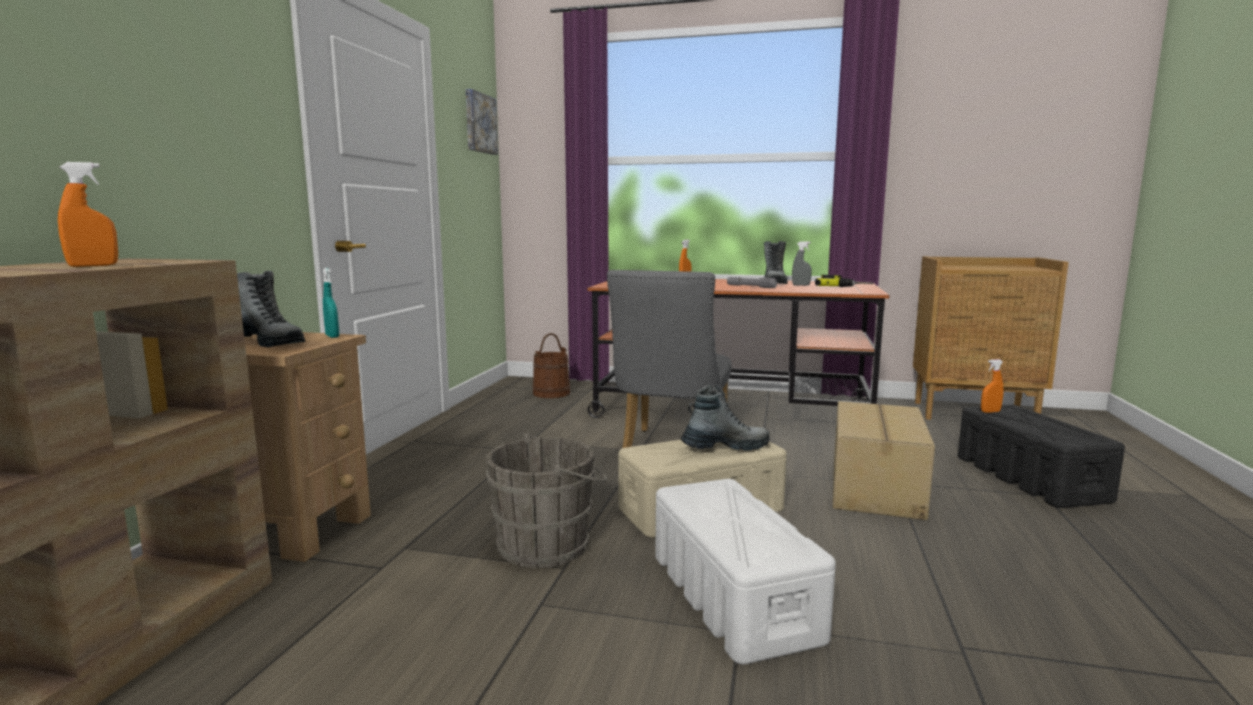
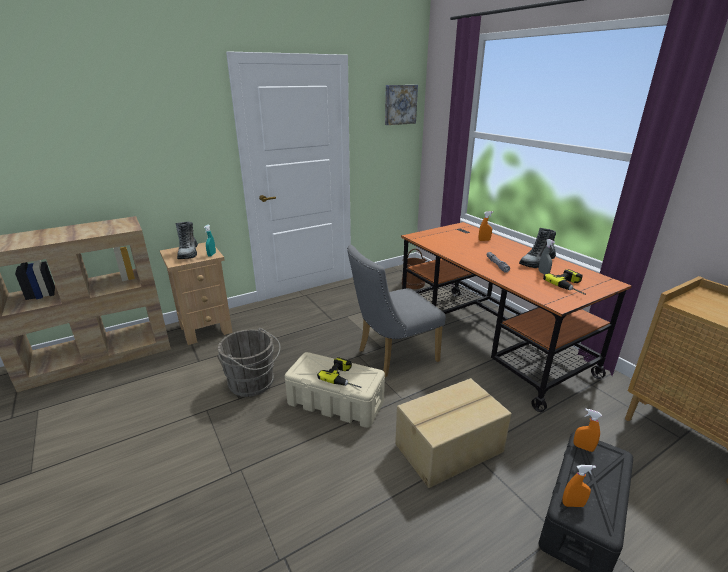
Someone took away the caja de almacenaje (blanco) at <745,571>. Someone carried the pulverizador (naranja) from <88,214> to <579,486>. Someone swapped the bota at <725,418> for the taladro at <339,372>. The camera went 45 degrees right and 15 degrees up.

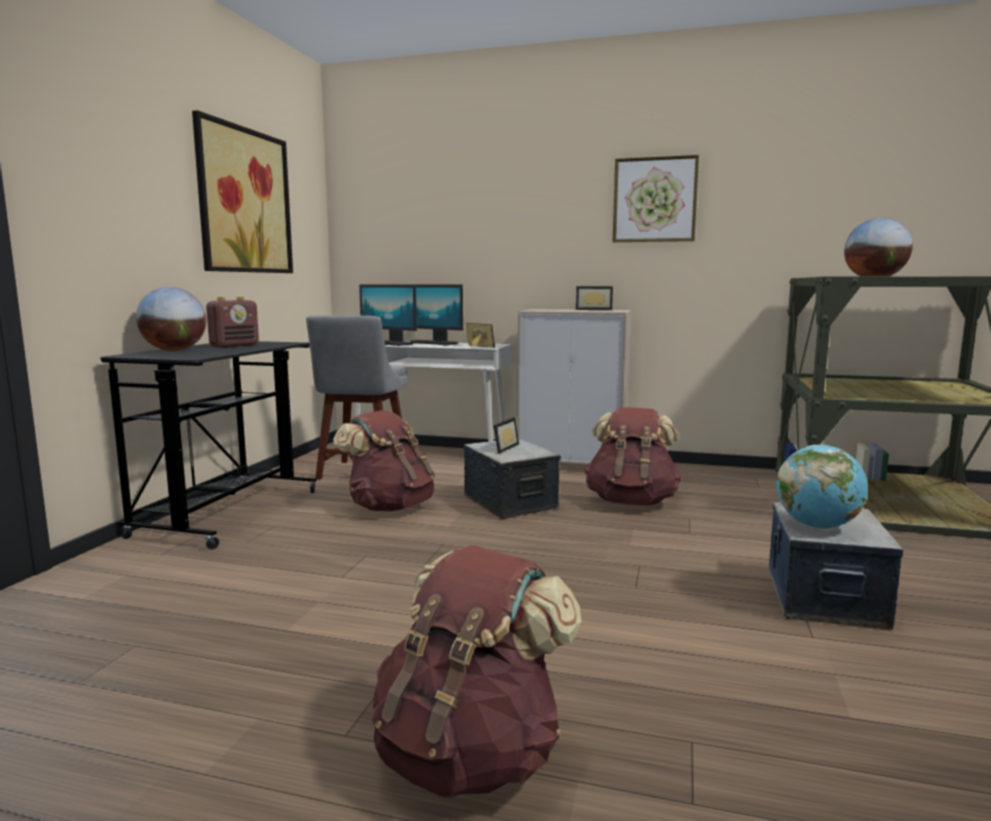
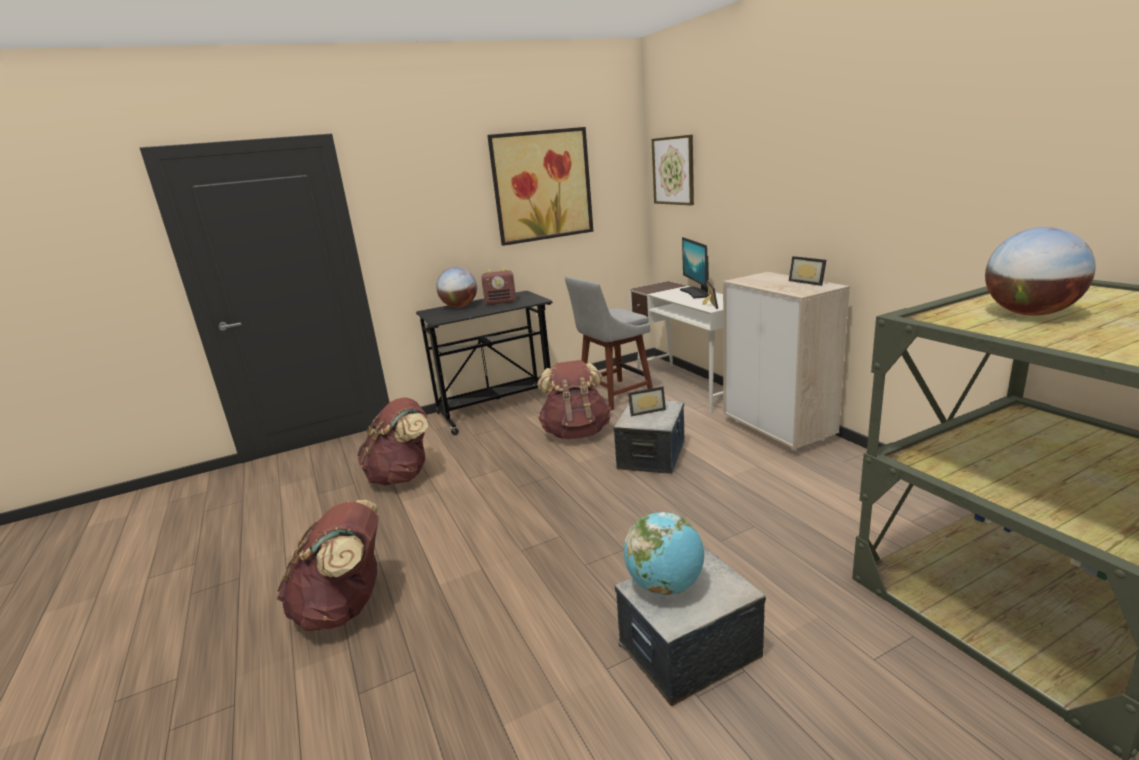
Someone took away the monitor at <388,315>. Someone carried the mochila (marrón) from <633,456> to <392,441>. Someone carried the cuadro from <656,198> to <673,170>. The camera went 50 degrees right and 10 degrees up.

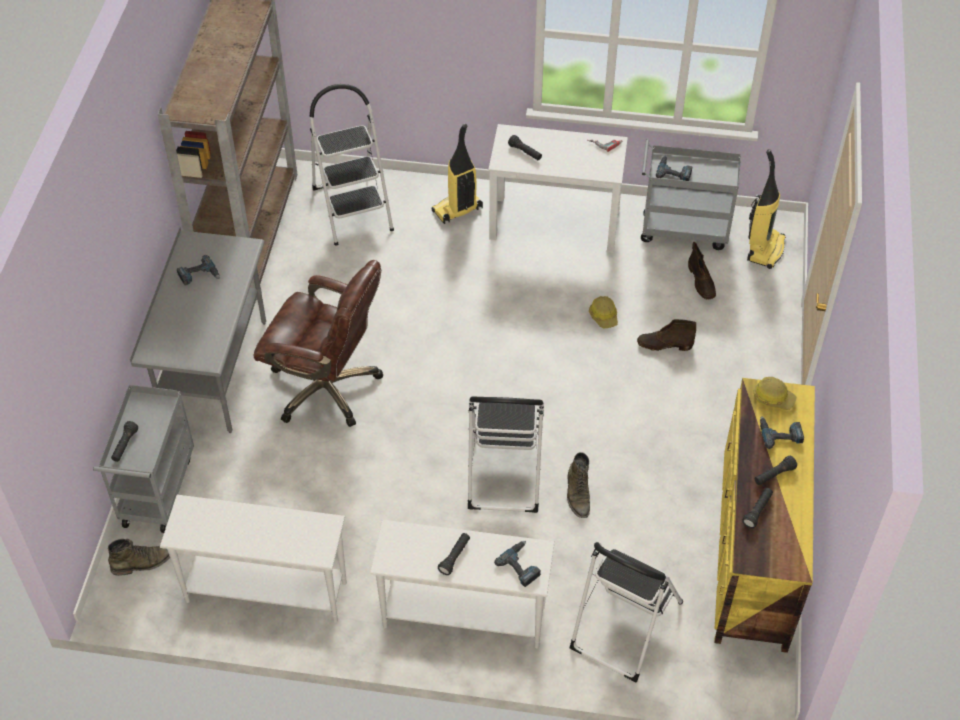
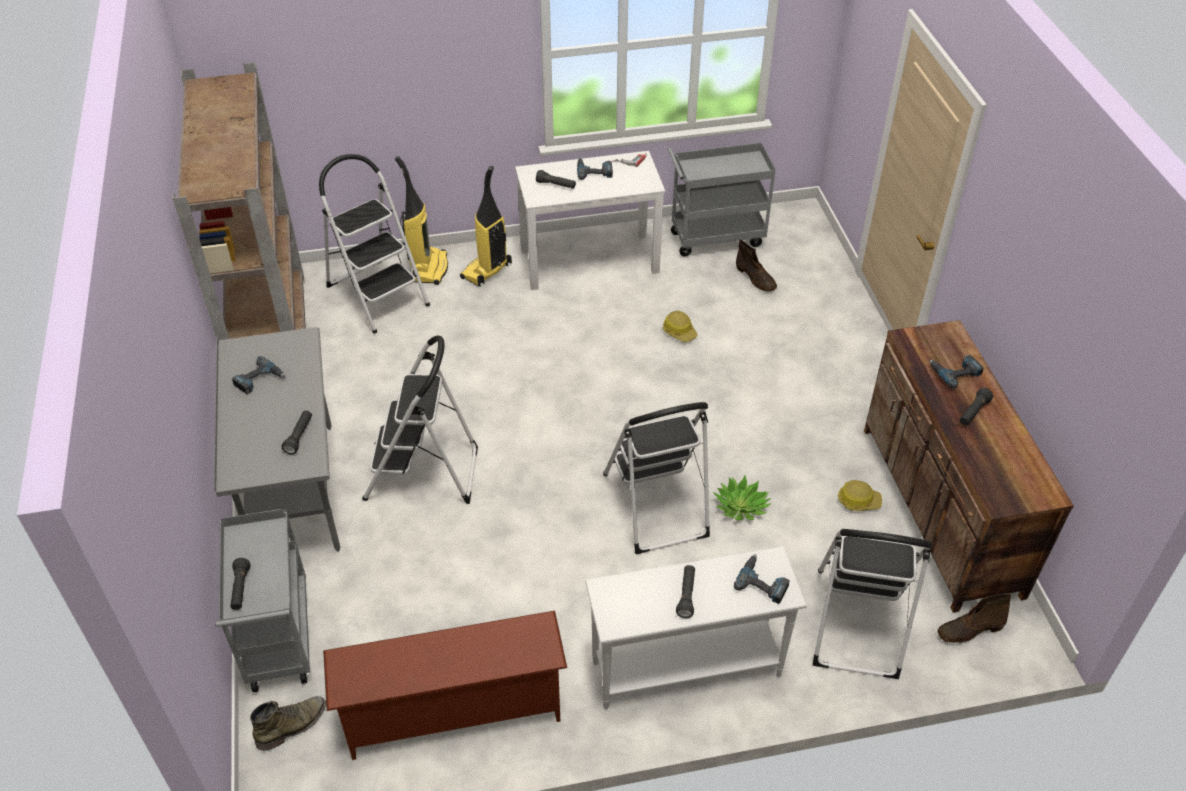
Someone carried the bota (marrón) from <666,335> to <974,618>. Someone carried the taladro from <674,168> to <595,169>. Someone carried the linterna (negro) from <758,508> to <297,432>. Someone carried the aspiradora from <766,209> to <421,220>. Someone carried the casco from <775,393> to <860,495>. Someone swapped the mesa consola (blanco) at <253,559> for the zapatero (marrón) at <445,685>. Someone swapped the silla de oficina (marrón) at <318,343> for the escalera de tijera at <420,420>. Someone swapped the bota (verde) at <578,485> for the planta en maceta at <742,498>. Someone repainted the armario (amarillo) at <764,515>, which became the armario (marrón) at <969,466>. The camera went 20 degrees left and 5 degrees down.

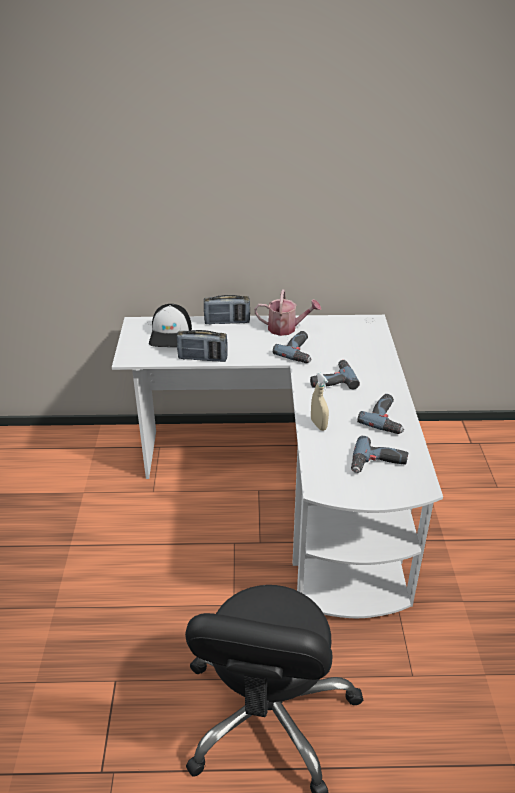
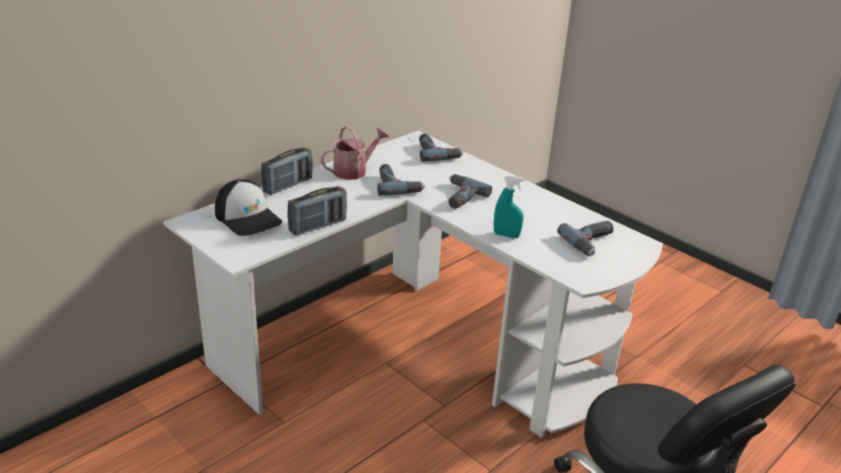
Someone carried the taladro from <380,414> to <441,148>. Someone repainted the pulverizador (beis) at <320,402>, which became the pulverizador (turquesa) at <509,206>. The camera went 45 degrees left and 5 degrees down.

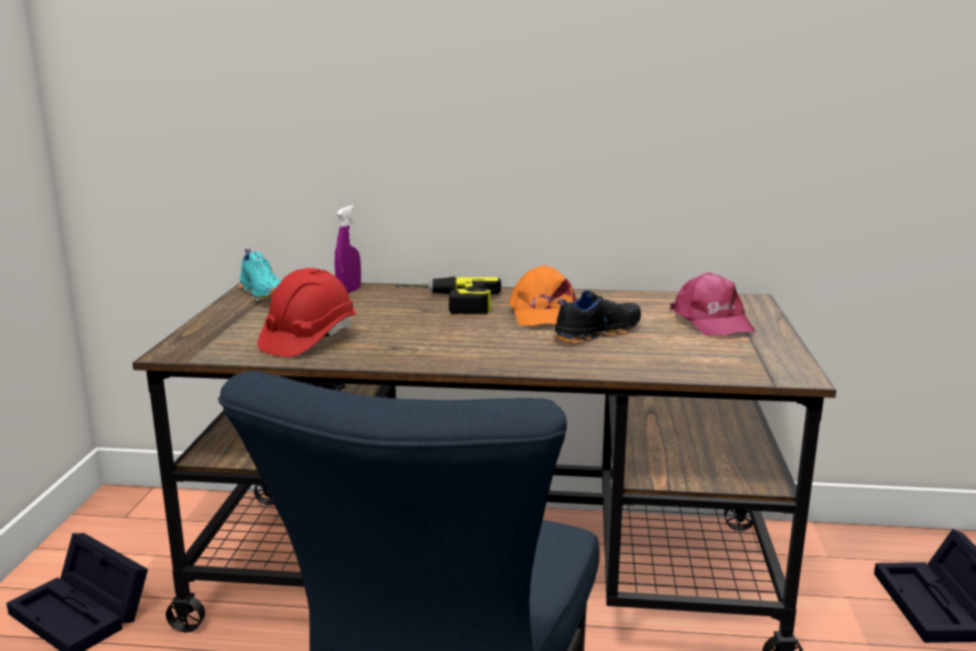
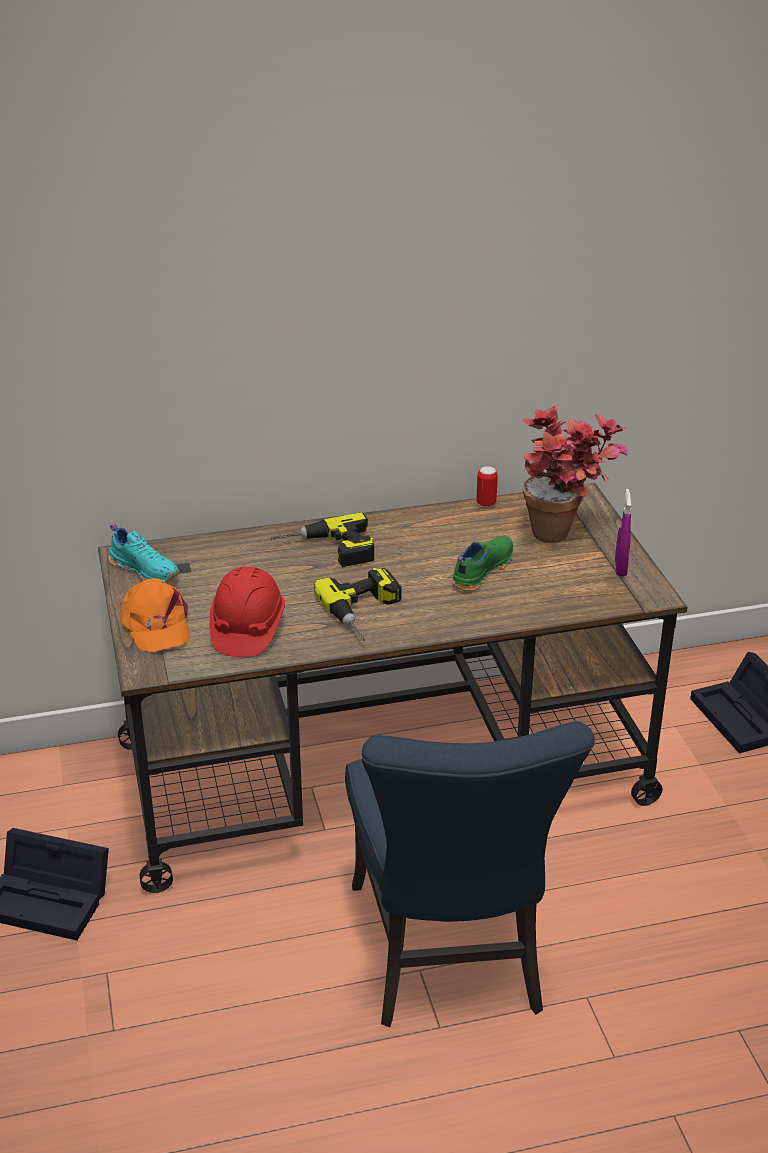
Someone put down the taladro at <358,604>. Someone put down the lata at <487,486>. Someone carried the pulverizador (morado) from <348,249> to <623,533>. Someone carried the gorra (naranja) from <543,295> to <155,615>. Someone swapped the gorra (rosa) at <713,304> for the planta en maceta at <575,473>. Someone repainted the zapato (negro) at <597,317>, which became the zapato (verde) at <482,563>. The camera went 20 degrees left and 15 degrees up.

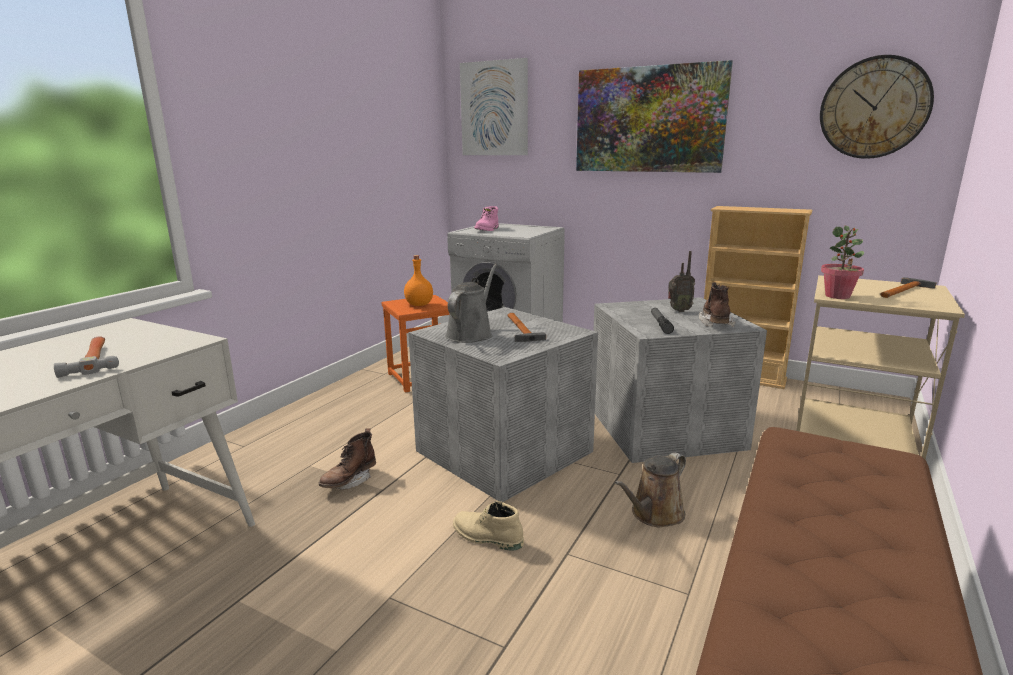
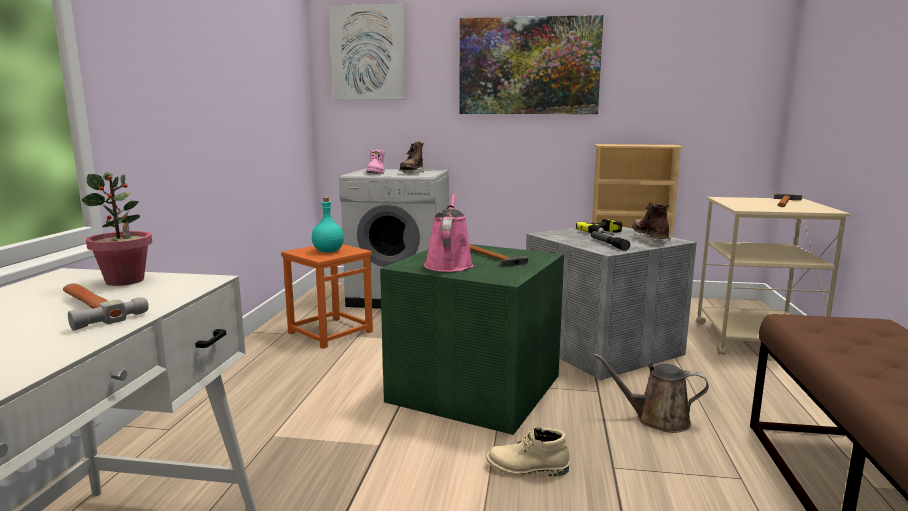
Someone took away the reloj de pared at <877,107>. Someone carried the bota (marrón) from <347,459> to <411,157>. Someone carried the planta en maceta from <842,262> to <117,229>. Someone swapped the radio at <681,281> for the taladro at <599,227>. Someone repainted the botella (naranja) at <418,280>, which became the botella (turquesa) at <328,224>. Someone repainted the caja de almacenaje (gris) at <503,404>, which became the caja de almacenaje (verde) at <472,339>. Someone repainted the regadera (gris) at <471,303>, which became the regadera (rosa) at <448,233>. Someone rotated the regadera (marrón) at <650,490> by 75 degrees clockwise. The camera went 20 degrees left and 5 degrees down.

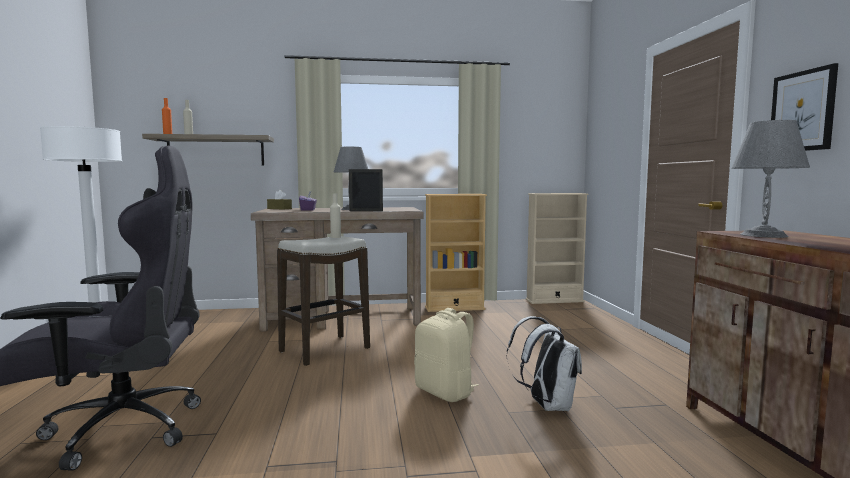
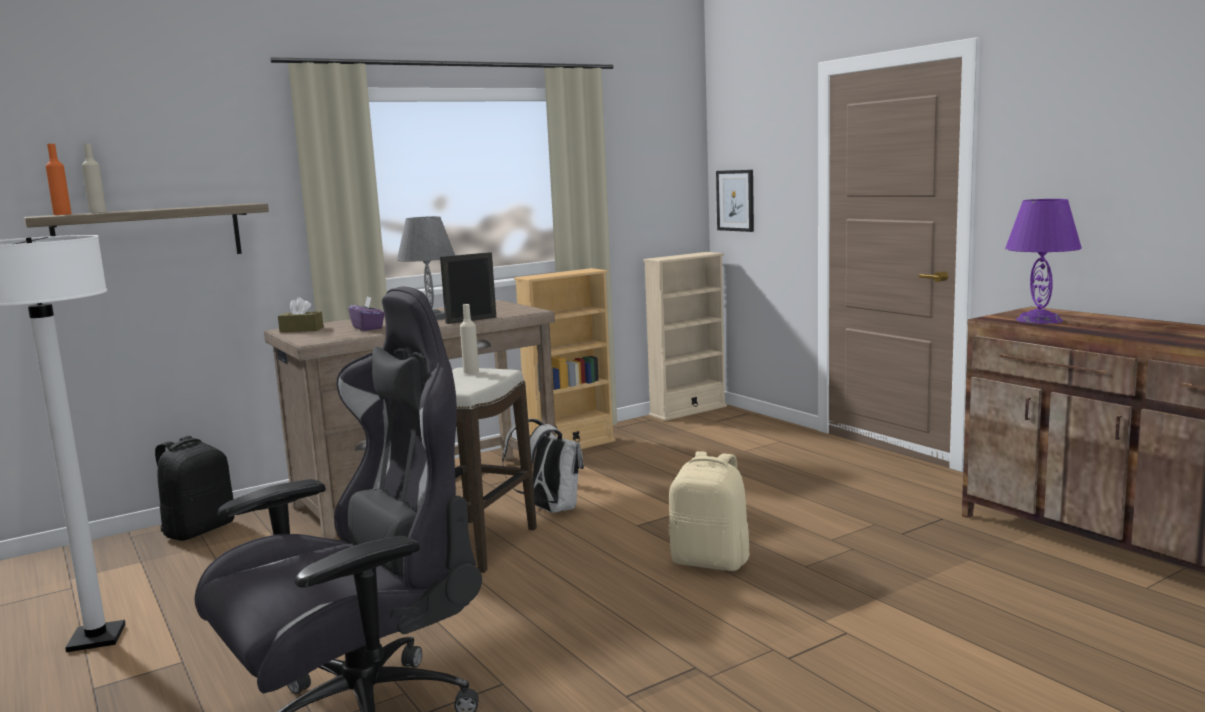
Someone put down the mochila (negro) at <195,488>. Someone carried the mochila (blanco) from <544,363> to <543,466>. Someone carried the cuadro from <804,107> to <735,201>. Someone repainted the lámpara de mesa (gris) at <770,179>, which became the lámpara de mesa (morado) at <1043,261>. The camera went 25 degrees left and 5 degrees up.

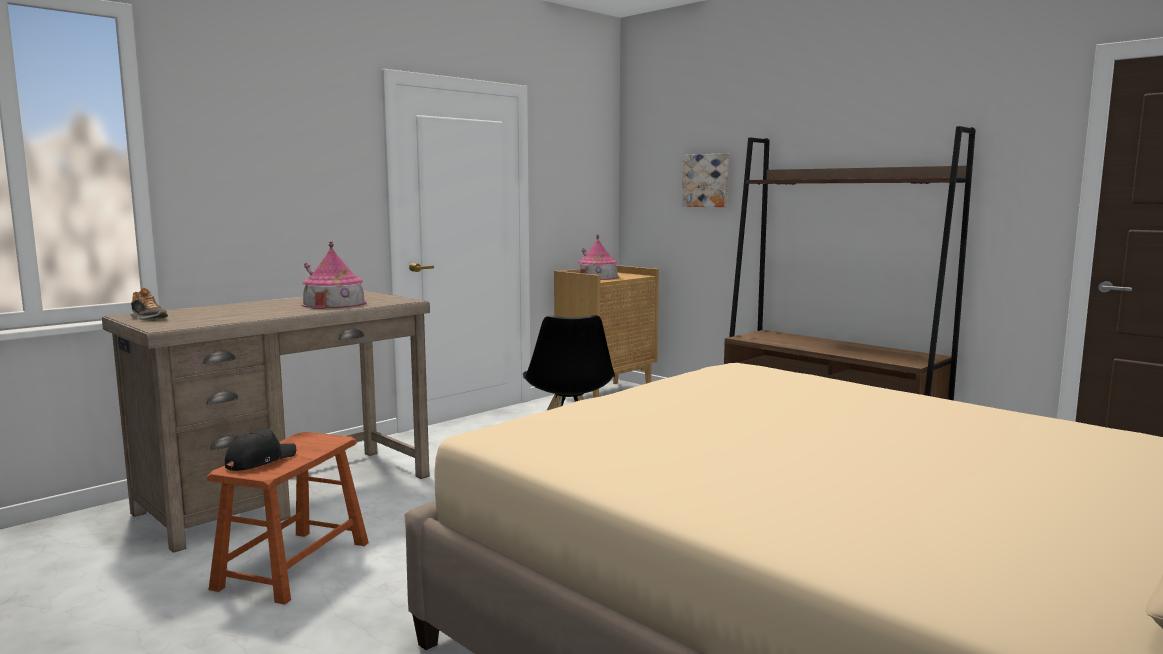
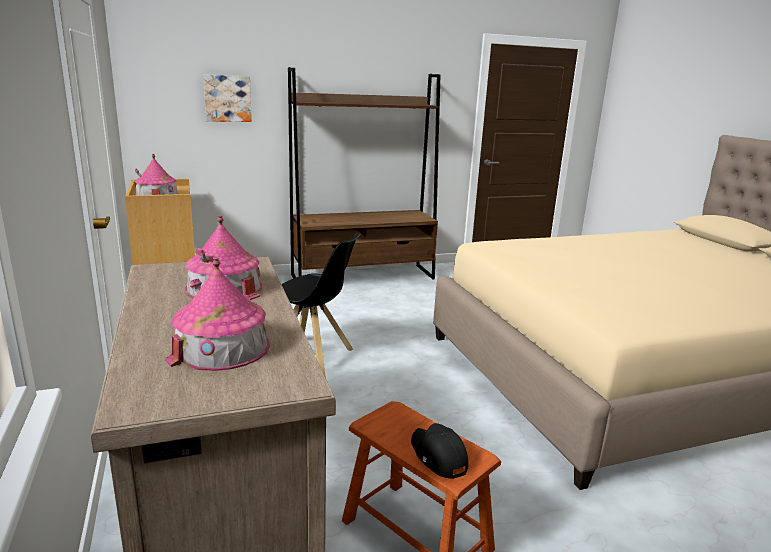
Someone took away the zapato at <149,304>. Someone put down the casita at <217,314>. The camera went 65 degrees left and 10 degrees up.

